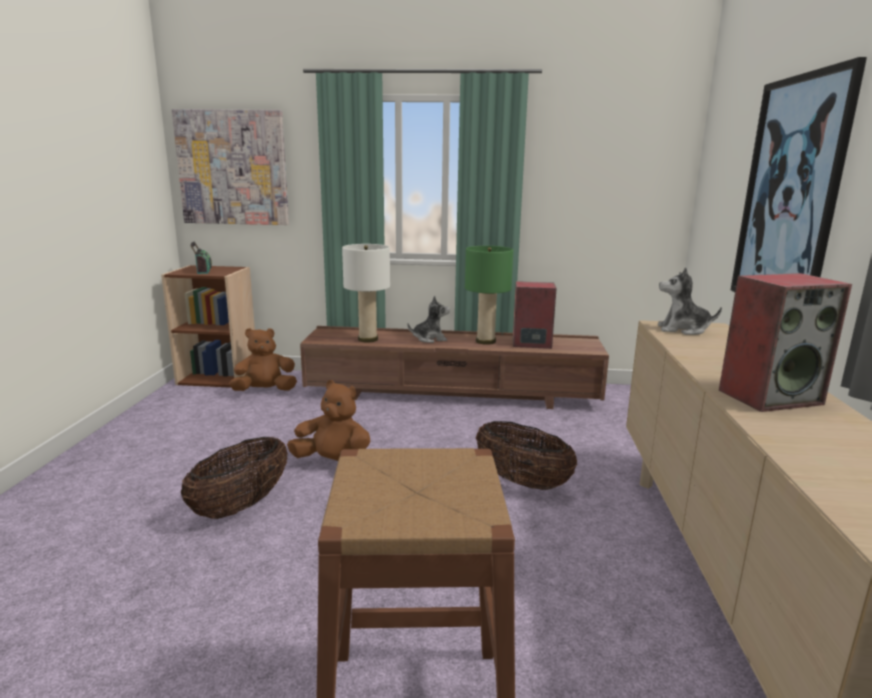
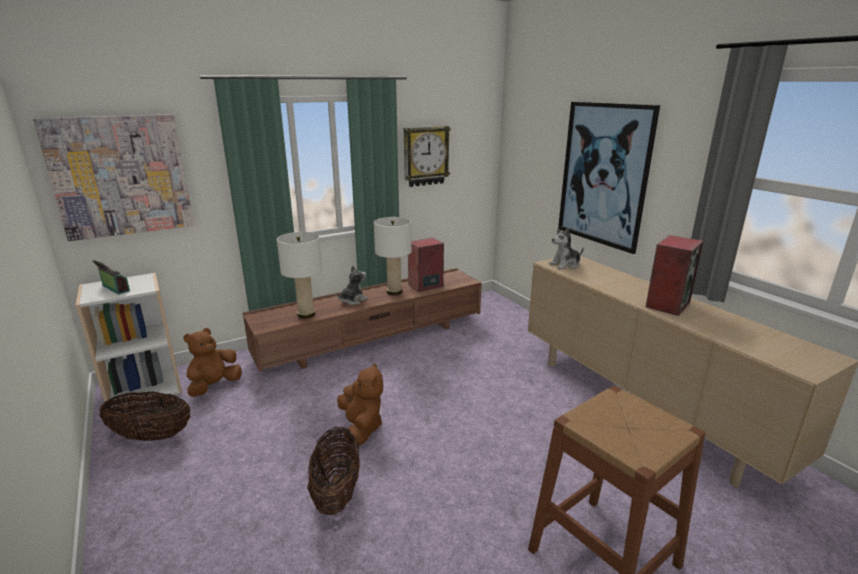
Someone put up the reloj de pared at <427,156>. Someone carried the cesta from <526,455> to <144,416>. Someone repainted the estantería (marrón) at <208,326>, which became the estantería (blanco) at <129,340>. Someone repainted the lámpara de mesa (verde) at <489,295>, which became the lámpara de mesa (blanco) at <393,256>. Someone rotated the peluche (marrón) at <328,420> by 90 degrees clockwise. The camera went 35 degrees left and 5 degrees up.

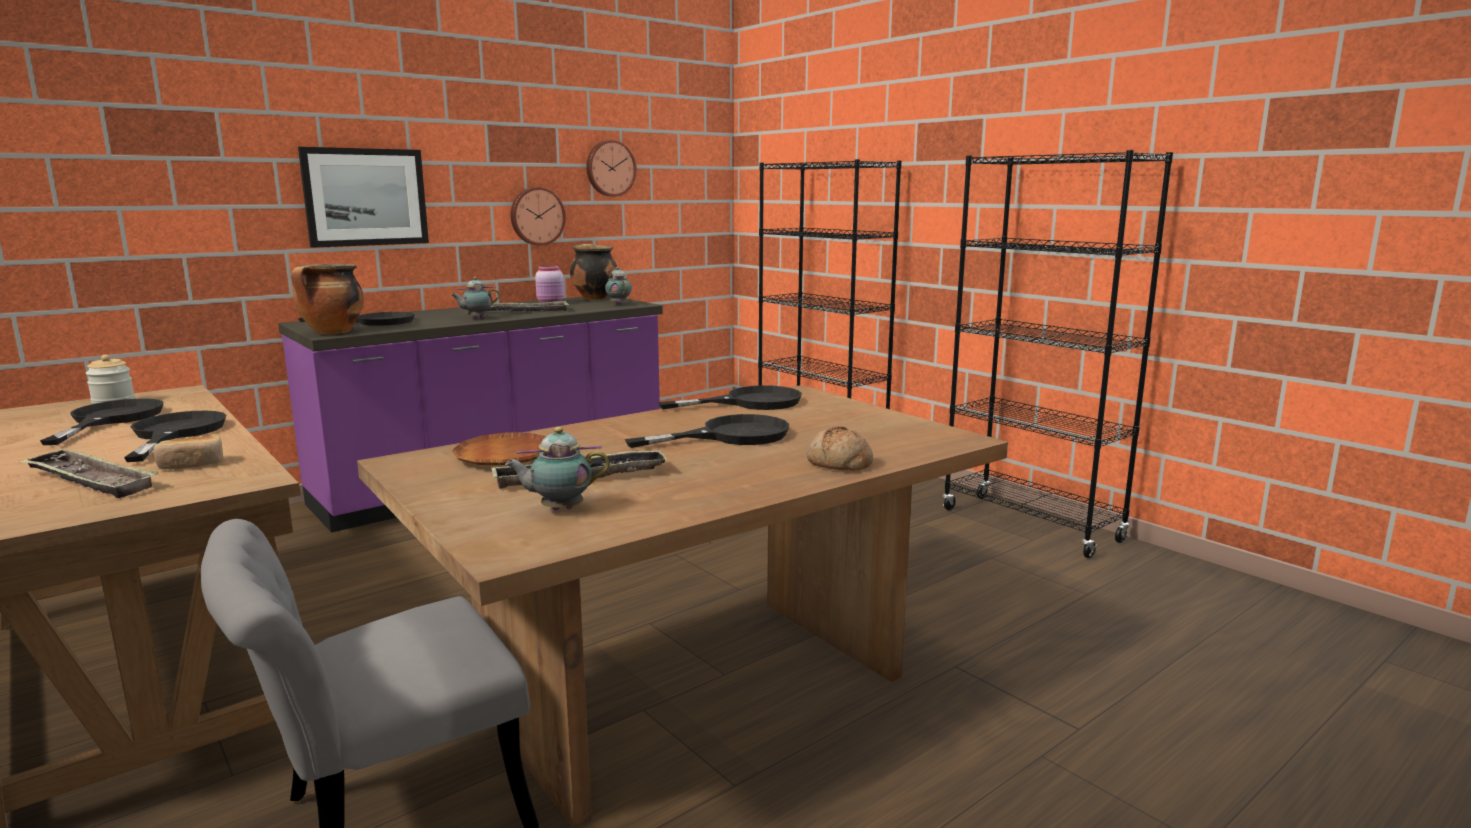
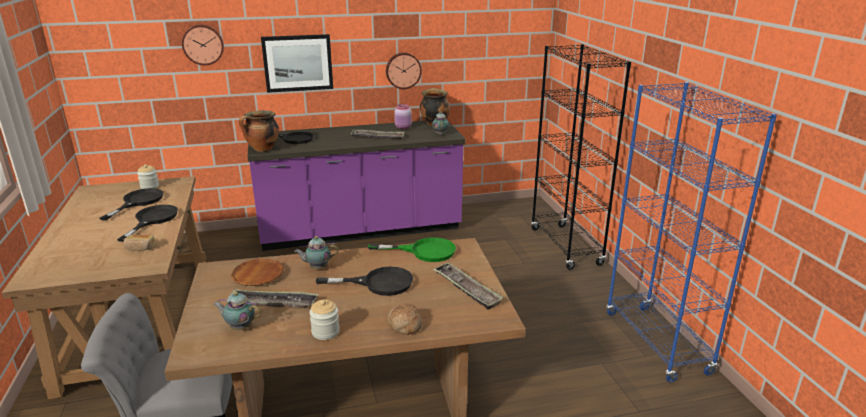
Someone put down the tarro at <324,320>. Someone carried the bandeja from <88,473> to <468,286>. Someone carried the tetera from <475,298> to <316,252>. Someone carried the reloj de pared from <611,168> to <203,45>. Someone repainted the sartén (negro) at <730,397>, which became the sartén (verde) at <412,249>. Someone repainted the estantería (negro) at <1058,354>, which became the estantería (azul) at <691,232>. The camera went 25 degrees right and 10 degrees up.

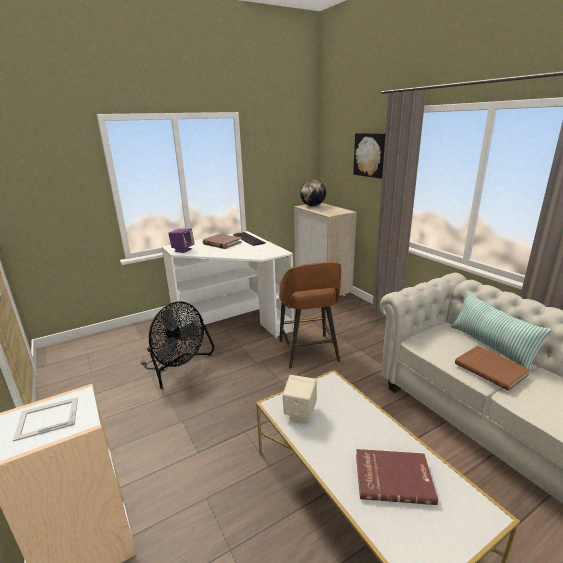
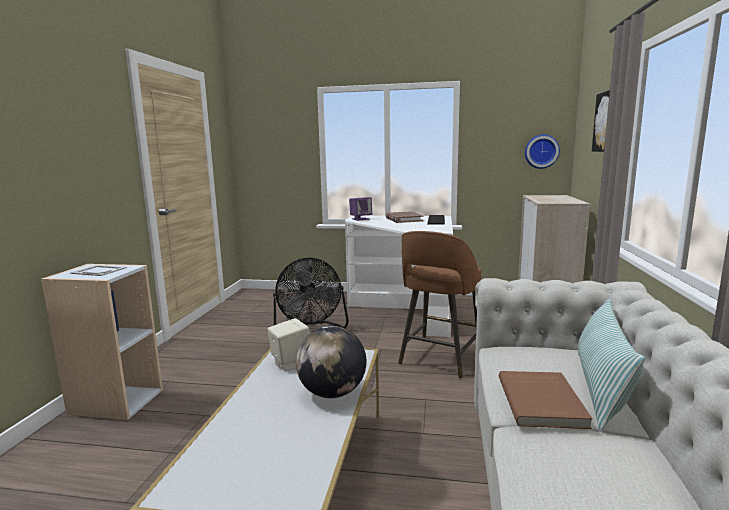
Someone took away the libro (rojo) at <397,477>. Someone put up the reloj de pared at <542,151>. Someone carried the globo terráqueo from <313,192> to <331,362>. The camera went 40 degrees right and 10 degrees down.

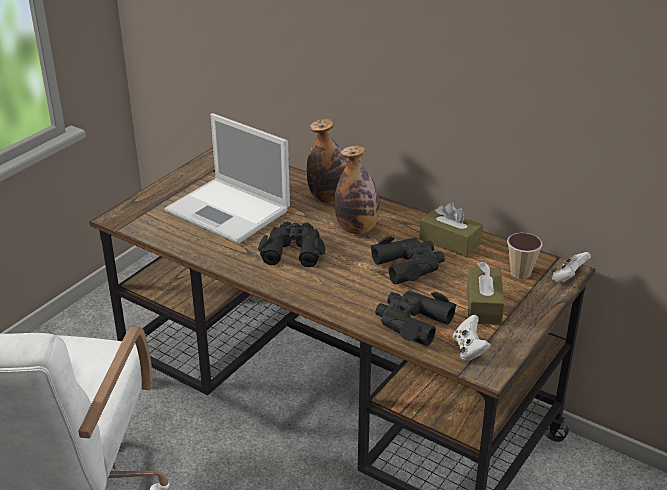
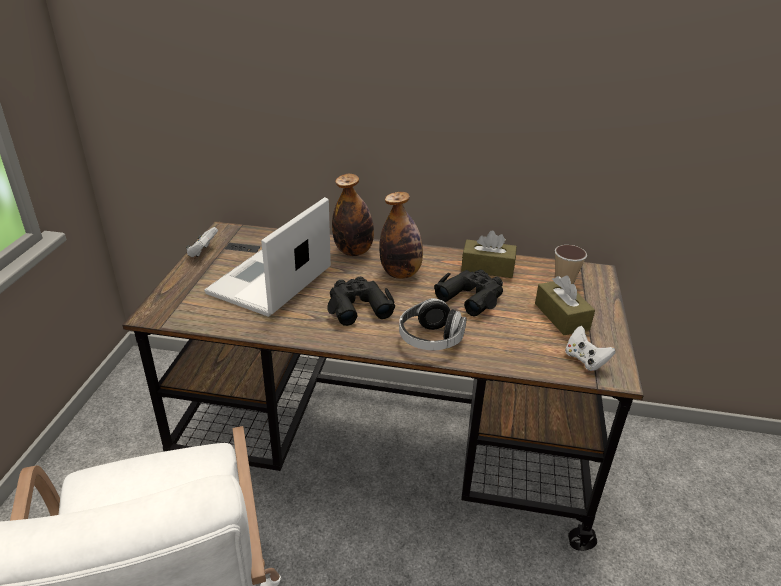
Someone took away the prismáticos (negro) at <416,318>. Someone put down the auriculares at <432,324>. Someone carried the mando de consola (blanco) from <571,267> to <202,242>. Someone rotated the portátil at <227,178> by 105 degrees clockwise. The camera went 25 degrees left and 0 degrees up.

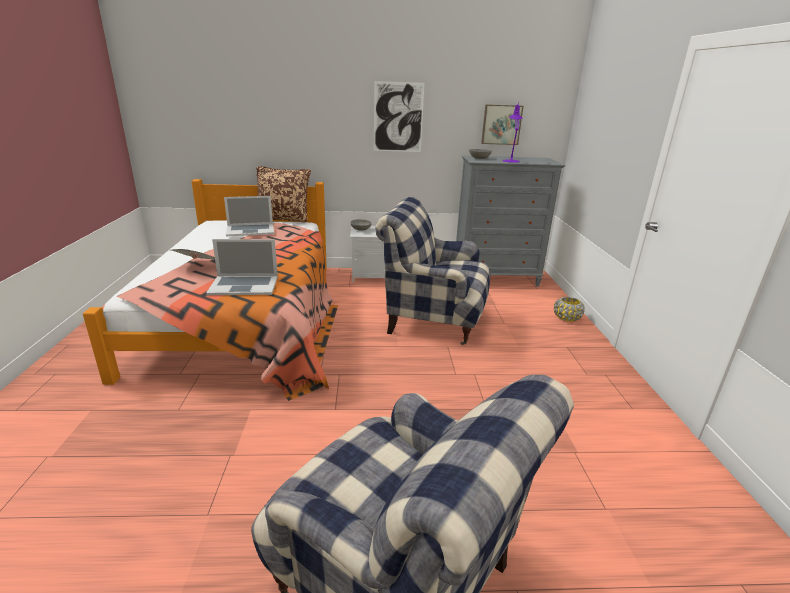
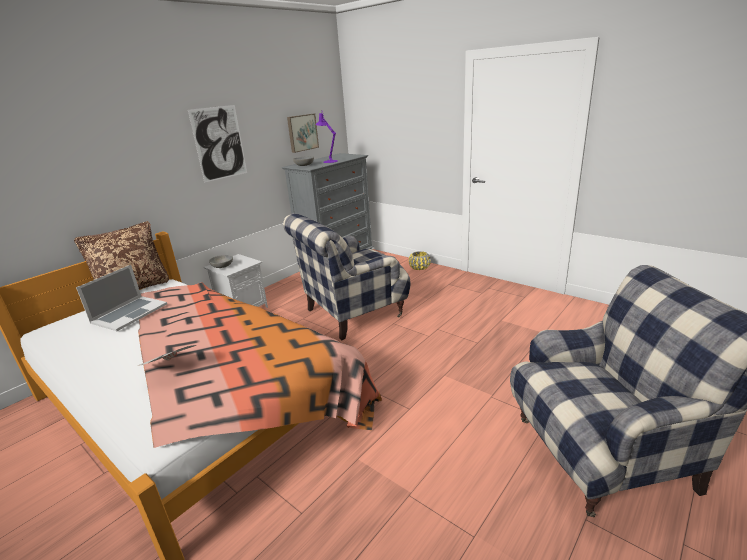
Someone took away the portátil at <242,267>. The camera went 45 degrees left and 0 degrees up.

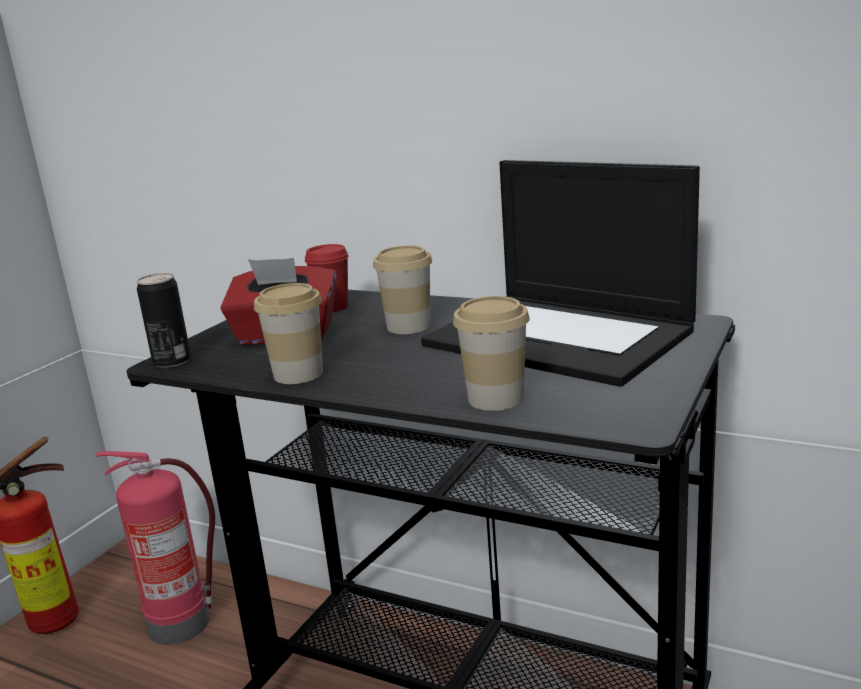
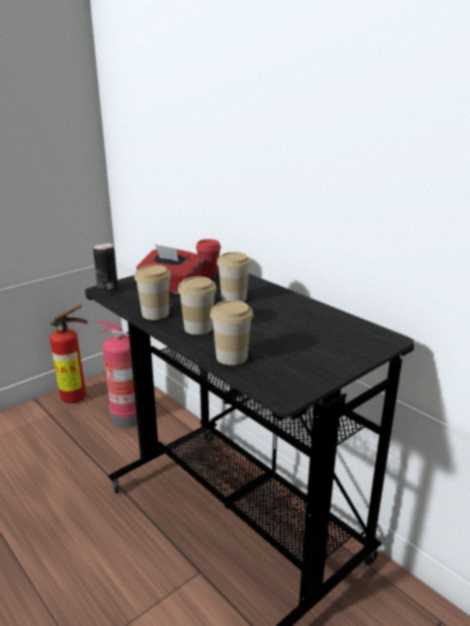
Someone took away the portátil at <560,273>. Someone put down the taza at <197,305>. The camera went 20 degrees right and 5 degrees up.

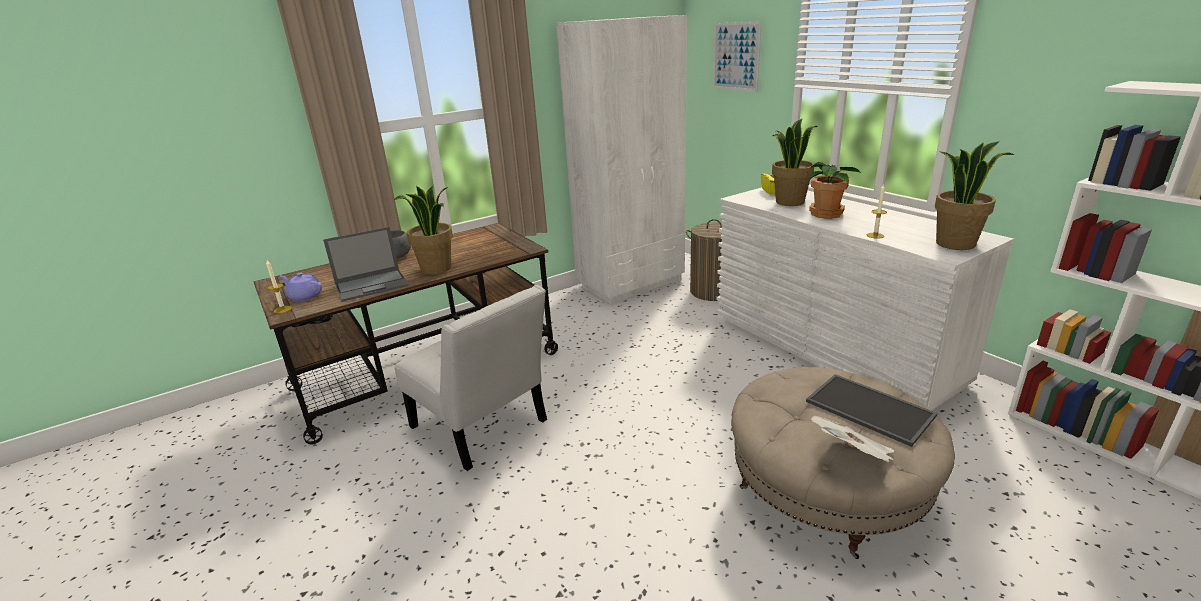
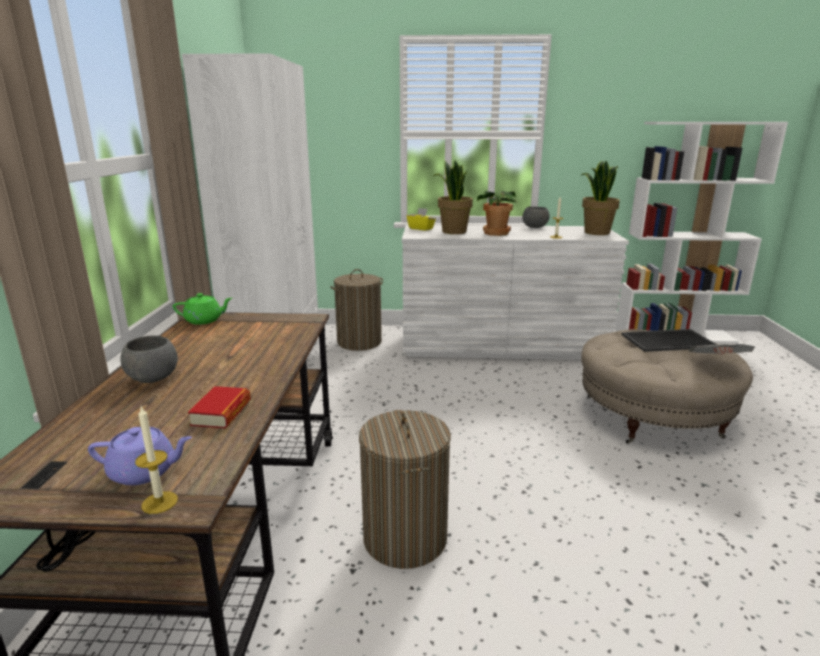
Someone took away the planta en maceta at <423,230>. Someone took away the cuadro at <737,56>. Someone put down the tetera (verde) at <202,309>. Someone put down the cuenco (gris) at <535,217>. Someone swapped the portátil at <366,264> for the libro at <219,407>. Someone swapped the silla (blanco) at <470,378> for the cesto de la ropa at <405,489>. Someone rotated the tetera (morado) at <301,286> by 150 degrees counterclockwise. The camera went 55 degrees left and 5 degrees down.

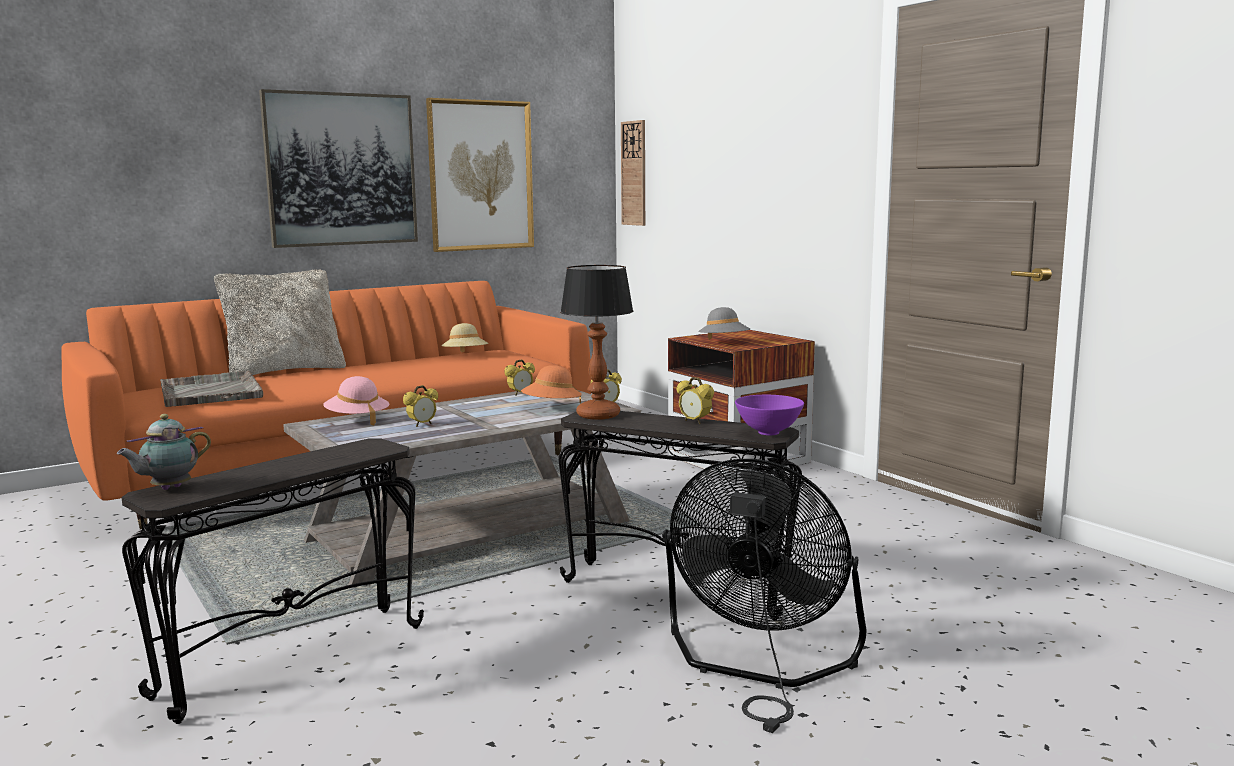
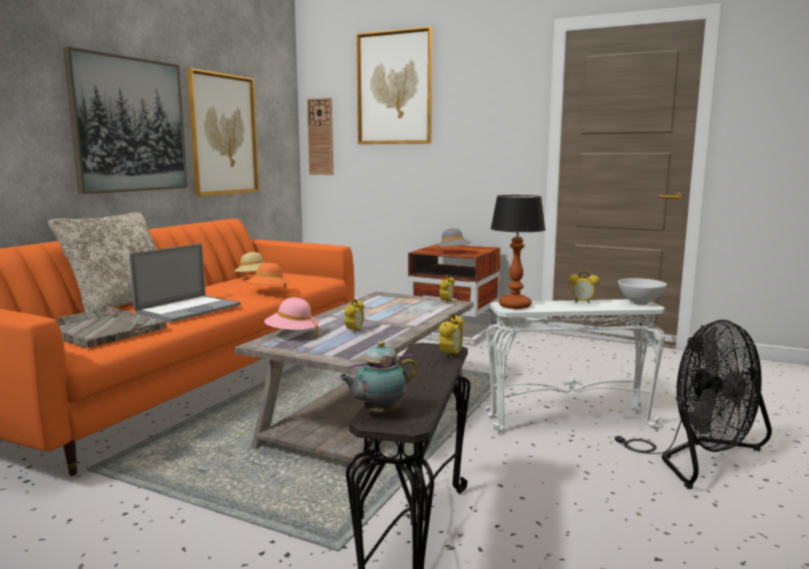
Someone put down the portátil at <185,283>. Someone put up the cuadro at <394,85>. Someone carried the despertador from <520,377> to <451,336>. Someone carried the sombrero (naranja) from <551,384> to <268,276>. Someone repainted the mesa auxiliar (negro) at <680,515>, which became the mesa auxiliar (blanco) at <575,366>. Someone repainted the cuenco (morado) at <769,415>, which became the cuenco (blanco) at <642,291>. Someone rotated the tetera at <164,452> by 45 degrees clockwise. Someone rotated the ventilador (negro) at <764,596> by 150 degrees clockwise. The camera went 30 degrees left and 0 degrees up.

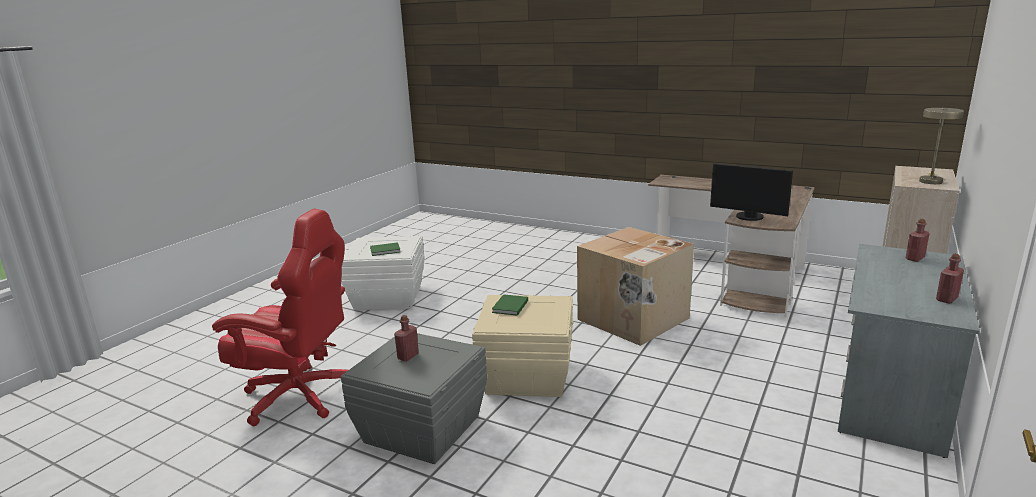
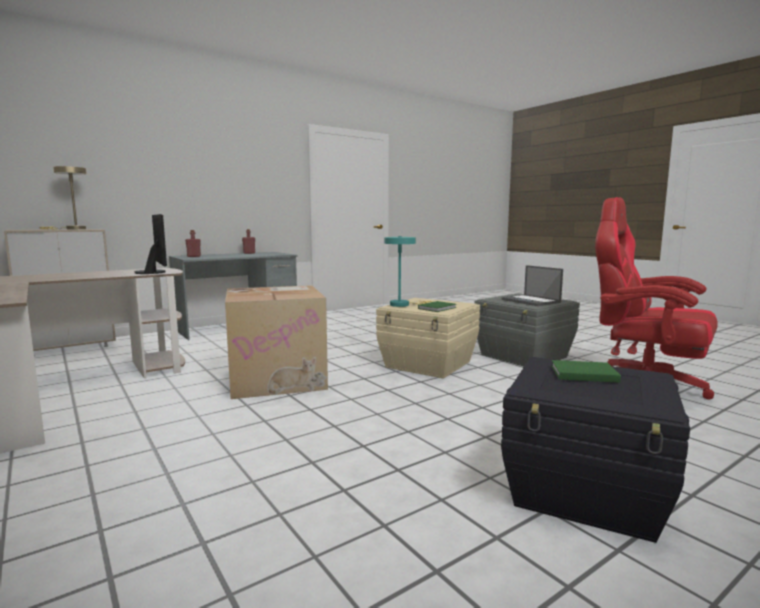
Someone put down the lámpara de mesa (turquesa) at <408,271>. Someone swapped the botella (rojo) at <406,338> for the portátil at <532,285>. Someone repainted the caja de almacenaje (blanco) at <383,273>, which became the caja de almacenaje (negro) at <595,450>. The camera went 155 degrees left and 10 degrees down.

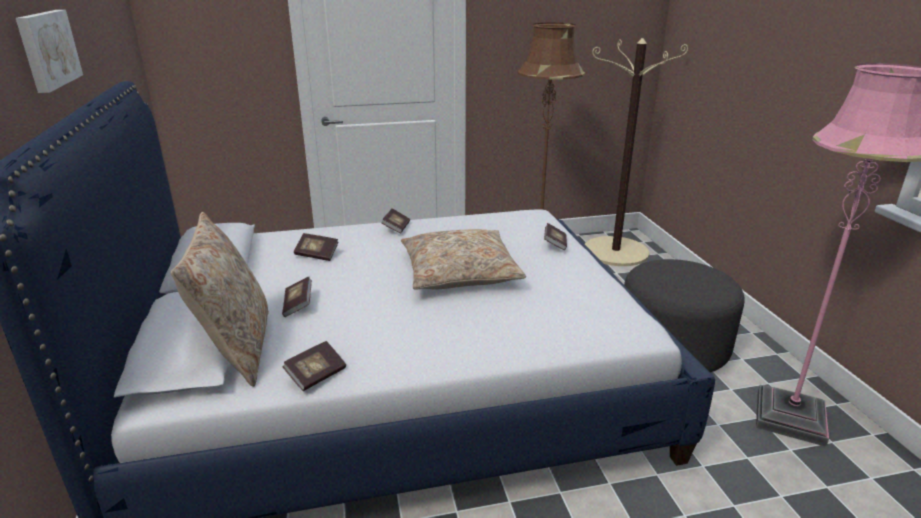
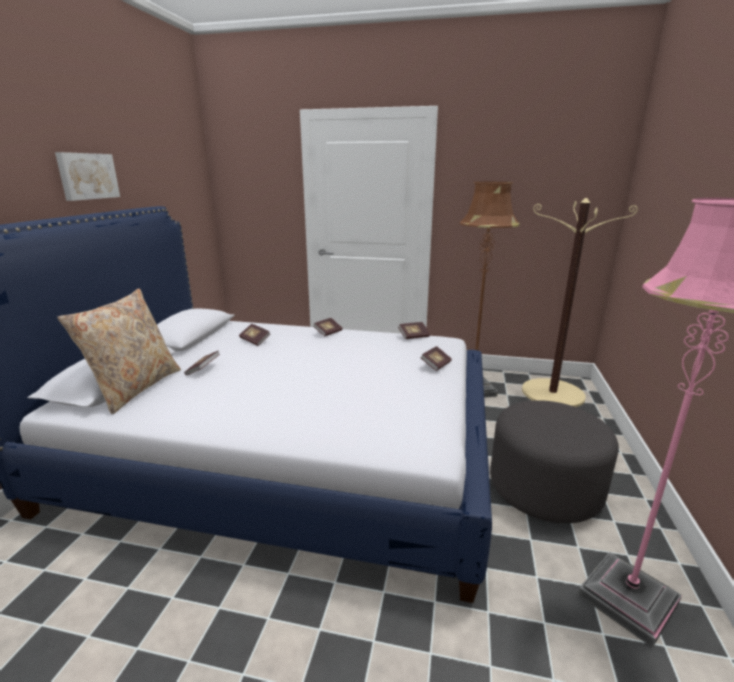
Someone took away the cojín (beis) at <463,259>. Someone carried the libro from <314,366> to <414,330>. The camera went 25 degrees right and 5 degrees down.

